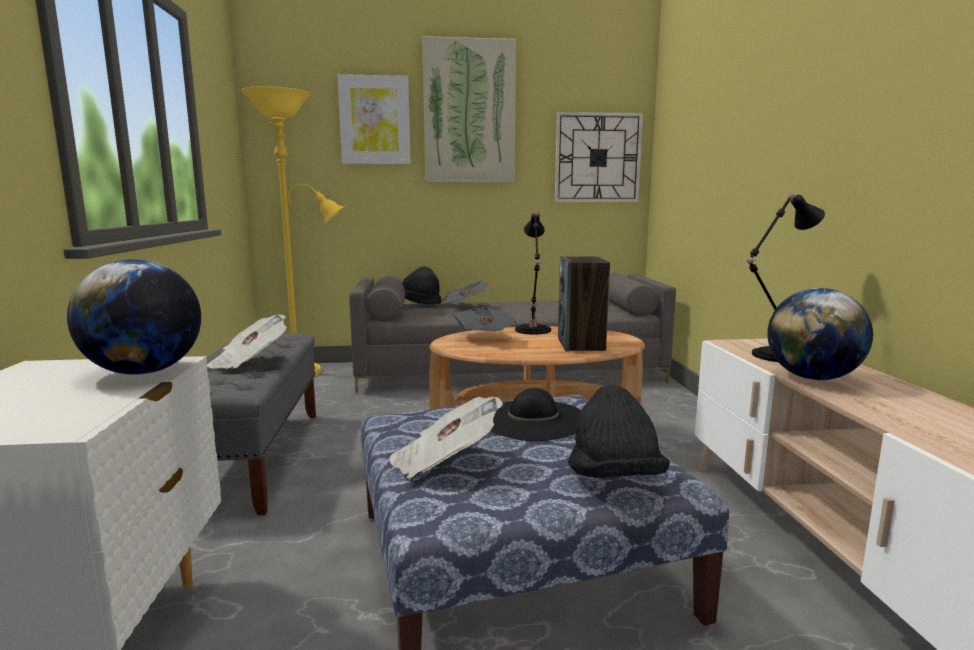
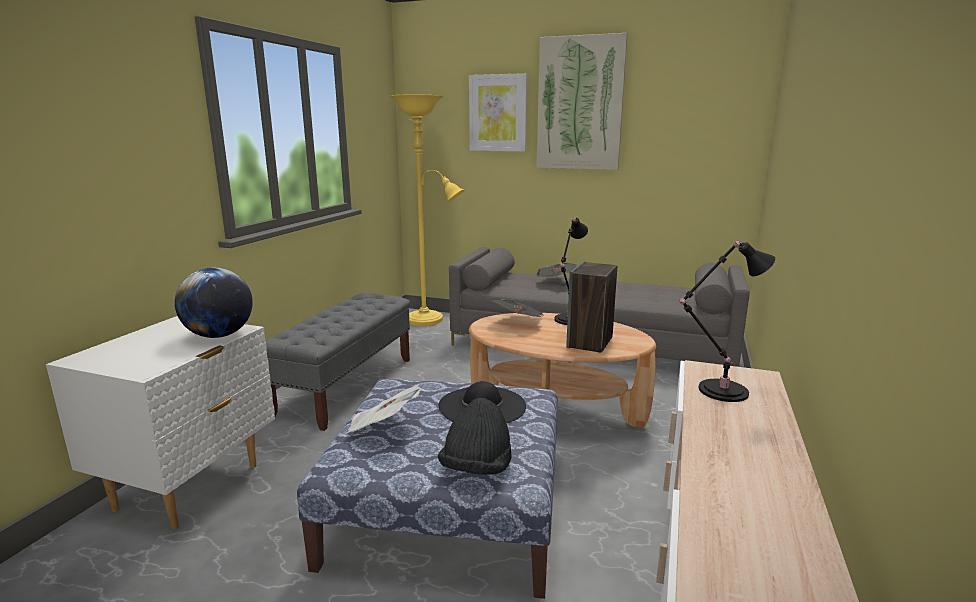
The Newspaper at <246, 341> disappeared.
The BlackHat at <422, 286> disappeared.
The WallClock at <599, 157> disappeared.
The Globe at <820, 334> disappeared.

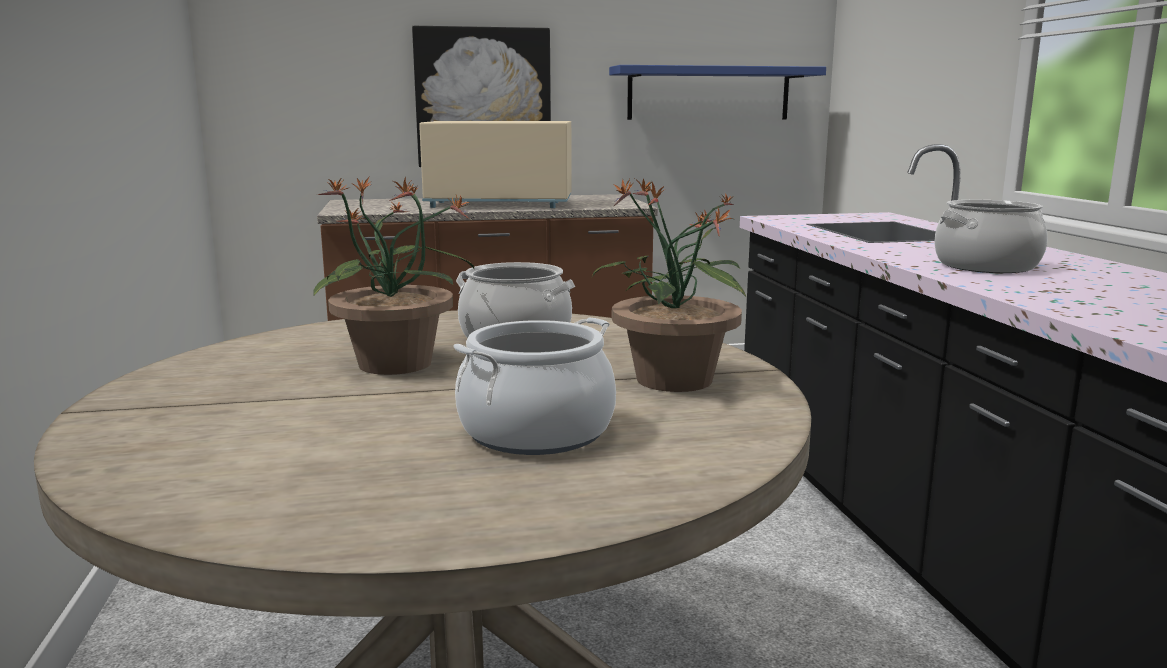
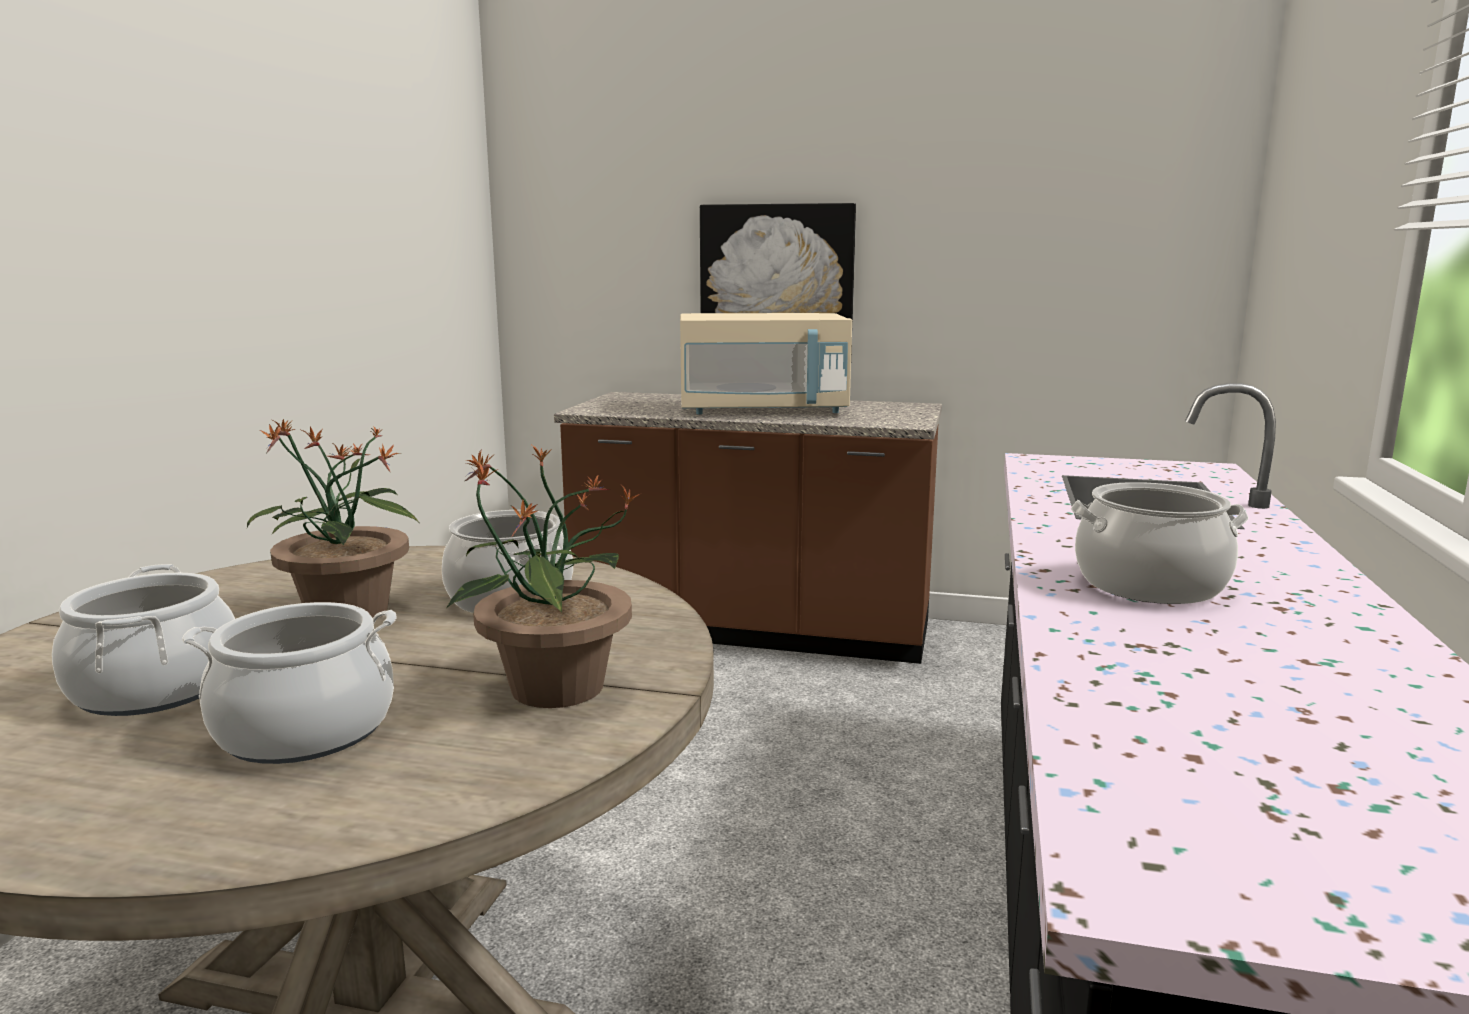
The BeigeMicrowave at <495, 164> turned 150 degrees clockwise.
The BlueShelf at <717, 92> disappeared.
The CookingPot at <143, 640> appeared.

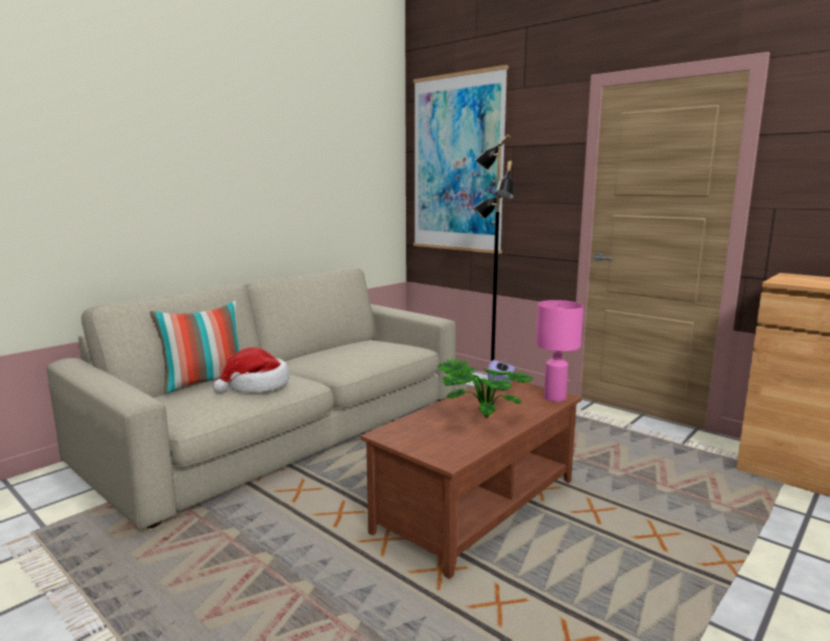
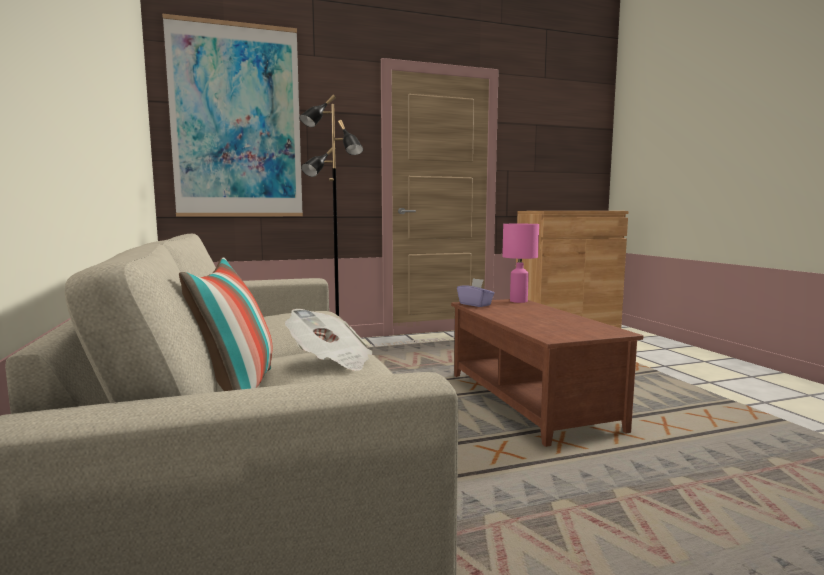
The Hat at <251, 370> was replaced by the Newspaper at <329, 340>.
The PottedPlant at <485, 388> disappeared.

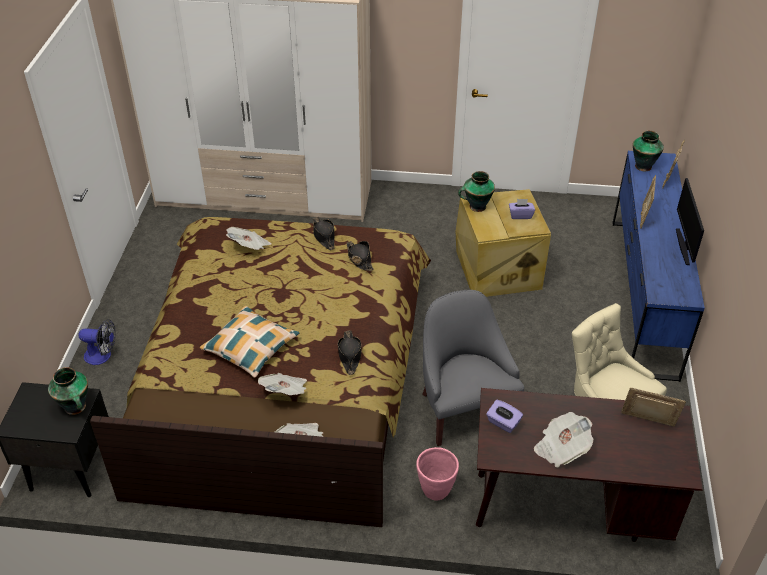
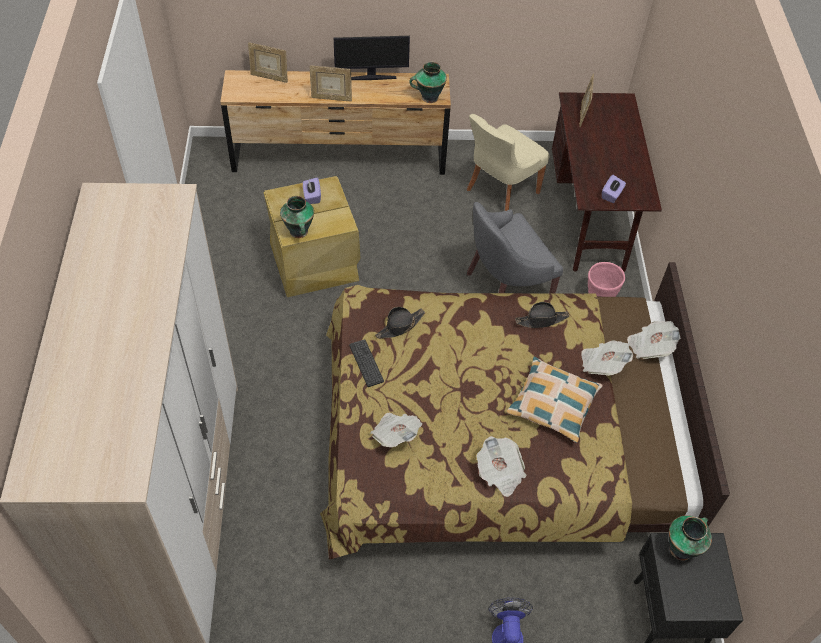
The BlackHat at <324, 233> was replaced by the Keyboard at <366, 363>.
The Newspaper moved from <563, 440> to <501, 466>.
The BlueDresser at <658, 266> became the BrownDresser at <335, 122>.
The Vase moved from <648, 151> to <428, 82>.

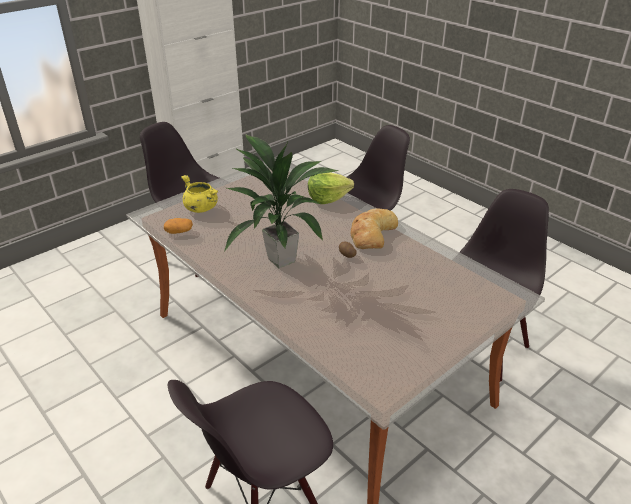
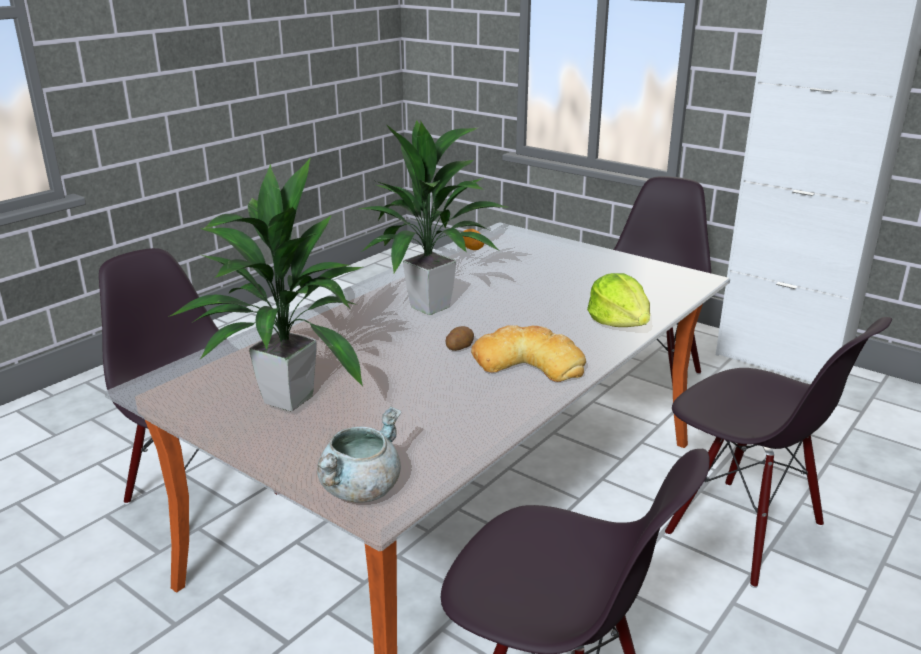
The YellowCookingPot at <200, 194> disappeared.
The PottedPlant at <265, 284> appeared.
The GreyCookingPot at <359, 454> appeared.

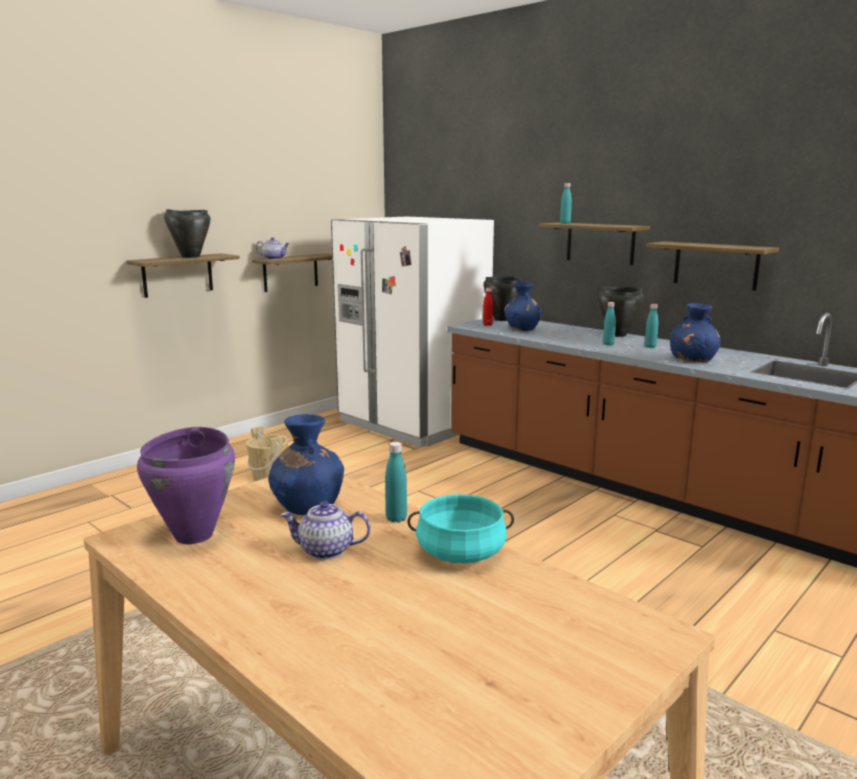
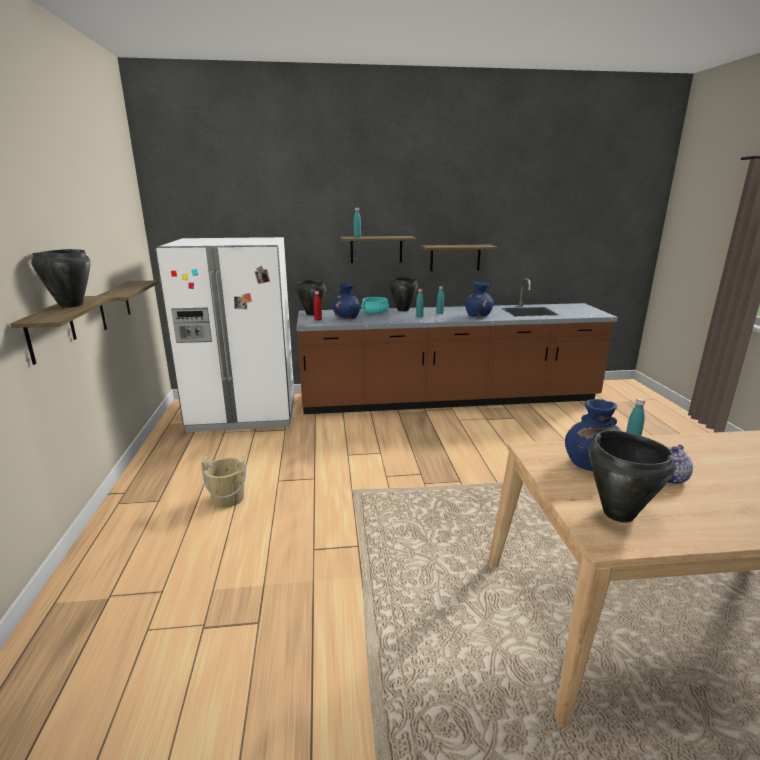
The PurpleCookingPot at <186, 485> became the BlackCookingPot at <632, 476>.
The Teapot at <273, 248> disappeared.
The TurquoiseCookingPot moved from <460, 528> to <375, 305>.

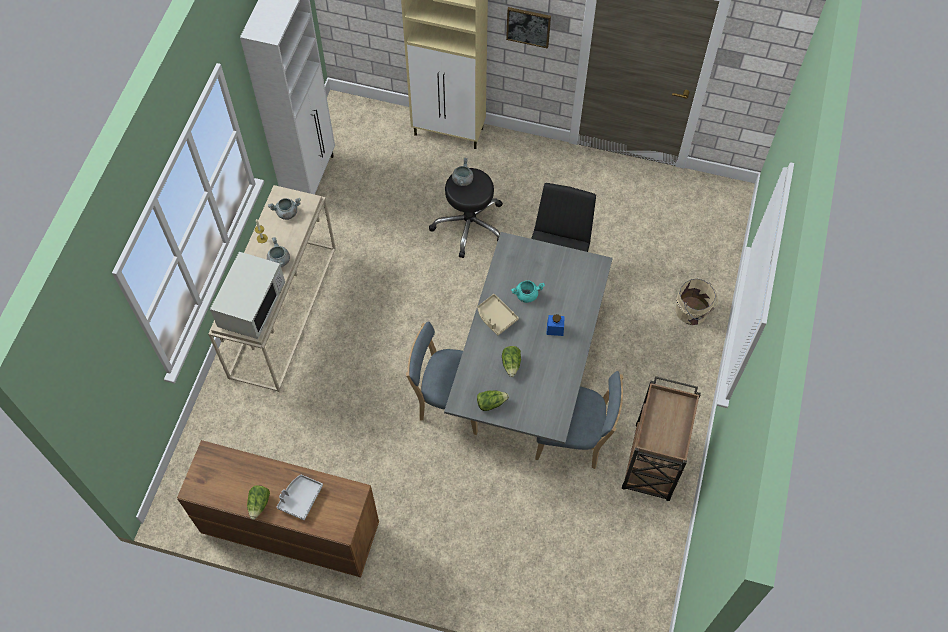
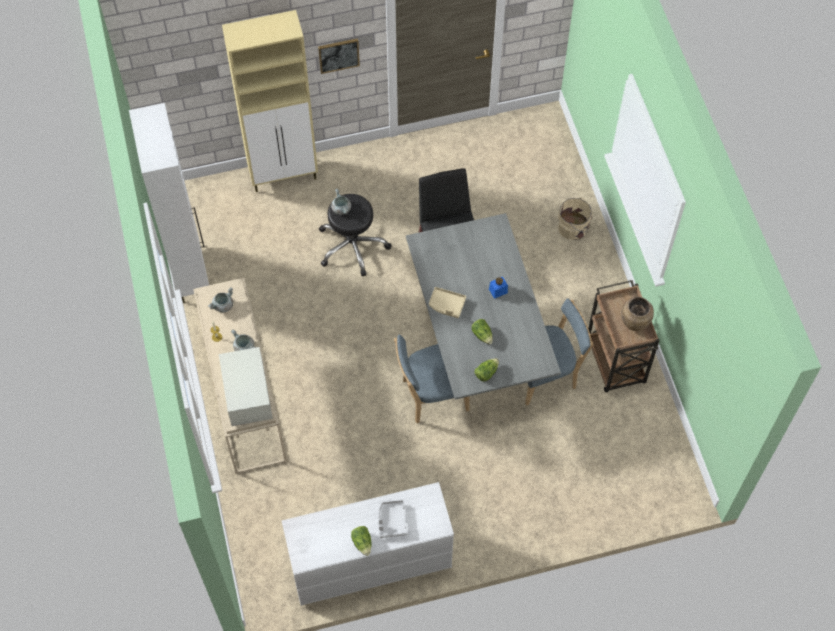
The BrownDresser at <278, 508> became the WhiteDresser at <368, 543>.
The TurquoiseCookingPot at <528, 291> disappeared.
The BrownVase at <637, 314> appeared.

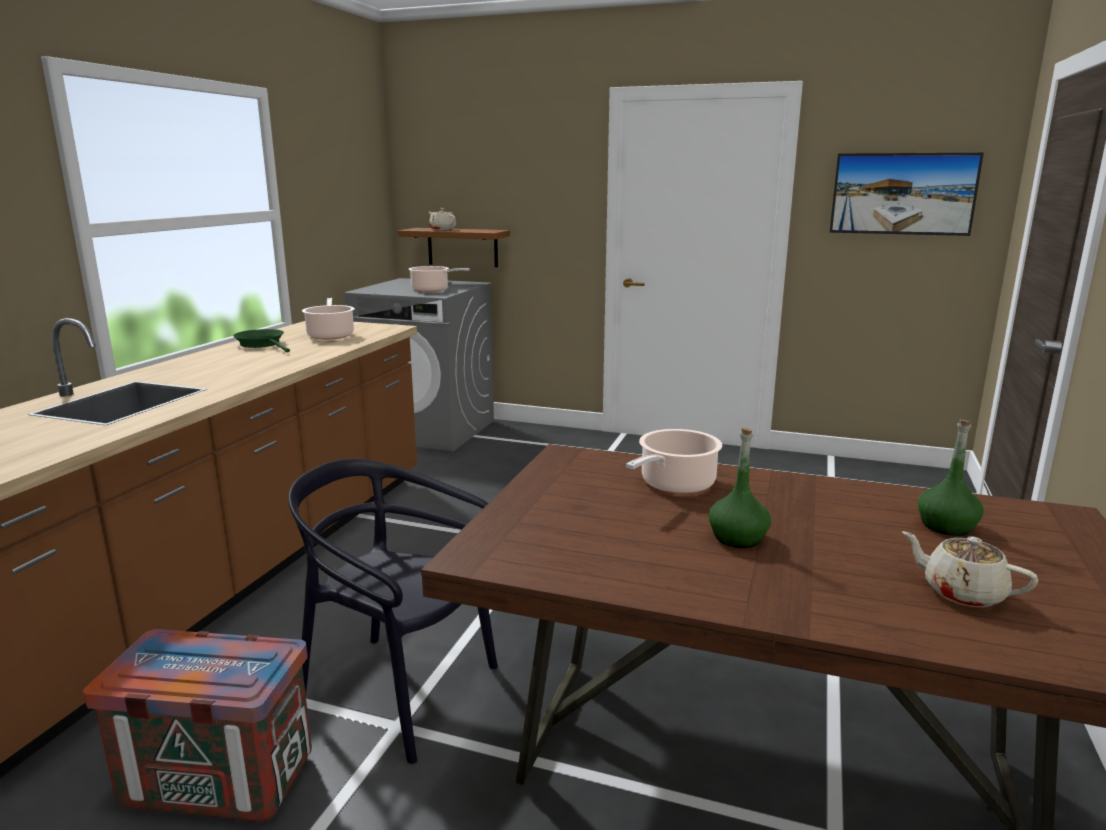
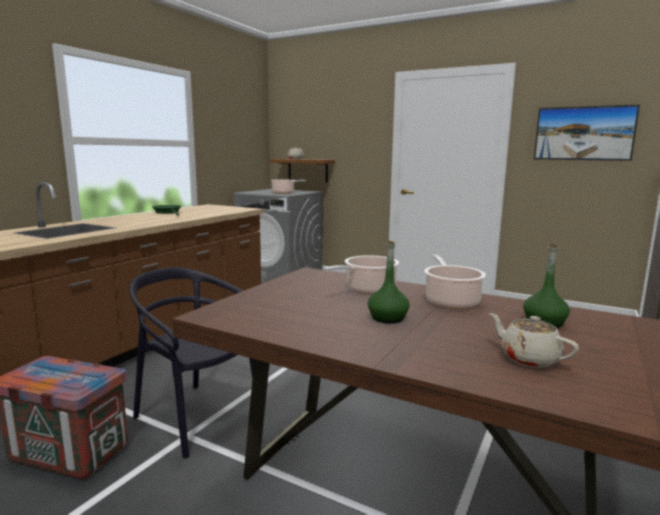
The CookingPot moved from <328, 319> to <455, 282>.

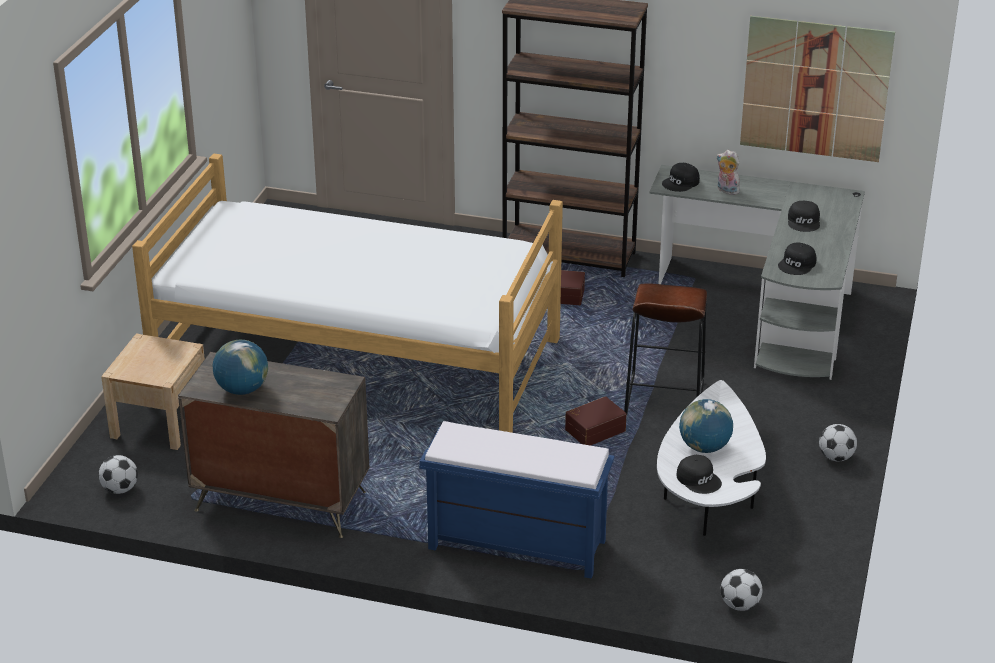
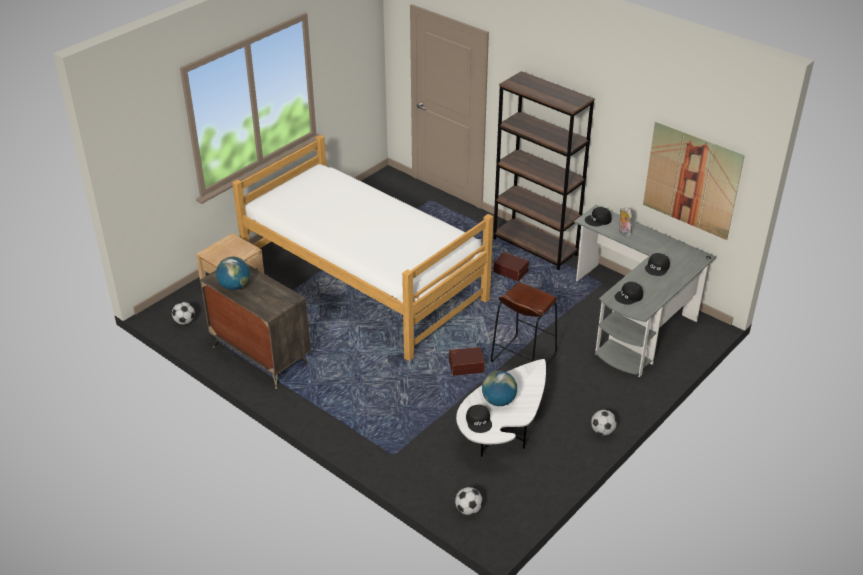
The BlueBench at <516, 500> disappeared.

